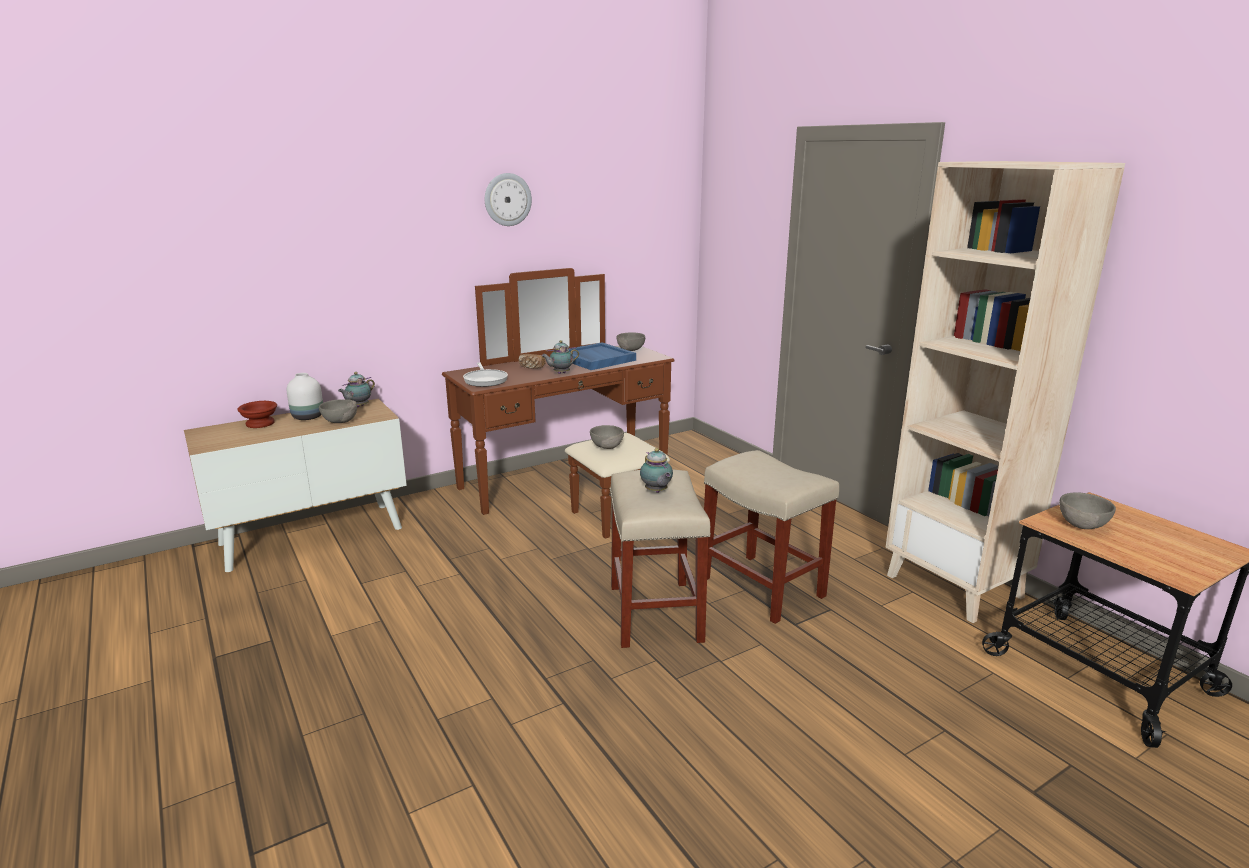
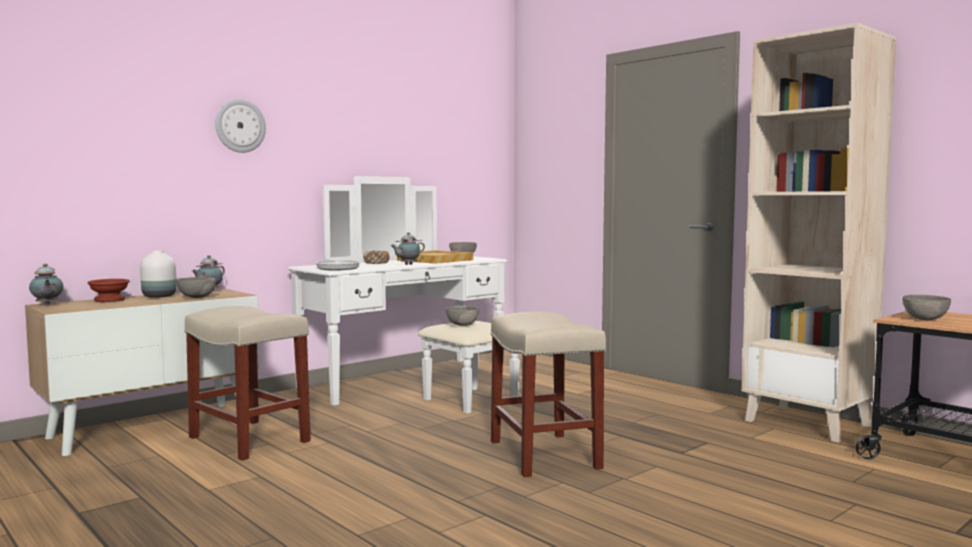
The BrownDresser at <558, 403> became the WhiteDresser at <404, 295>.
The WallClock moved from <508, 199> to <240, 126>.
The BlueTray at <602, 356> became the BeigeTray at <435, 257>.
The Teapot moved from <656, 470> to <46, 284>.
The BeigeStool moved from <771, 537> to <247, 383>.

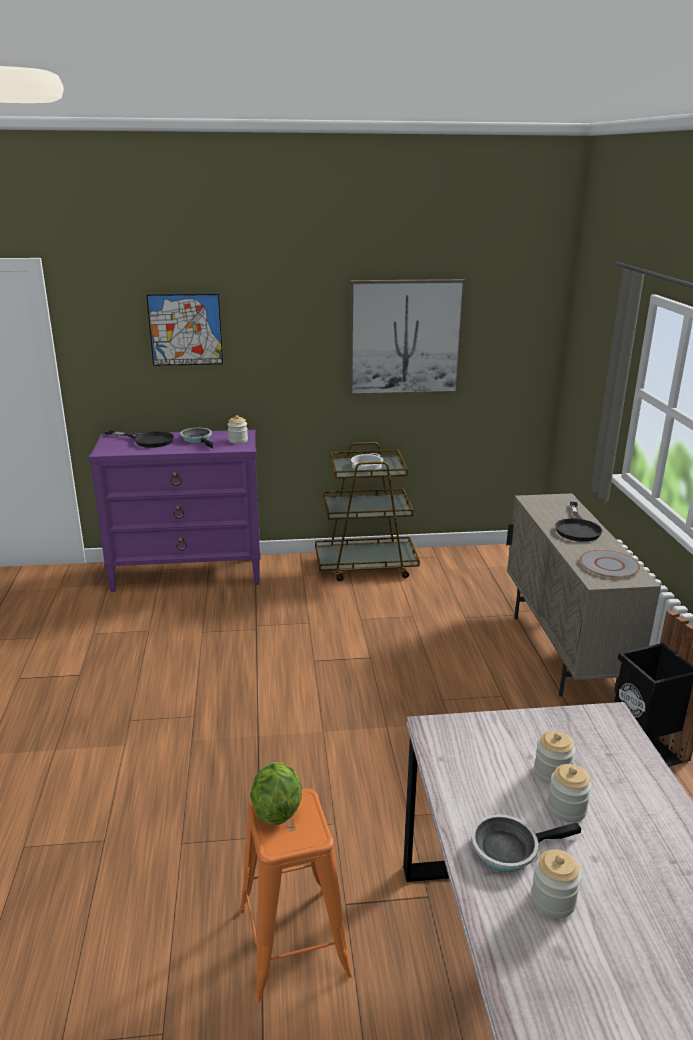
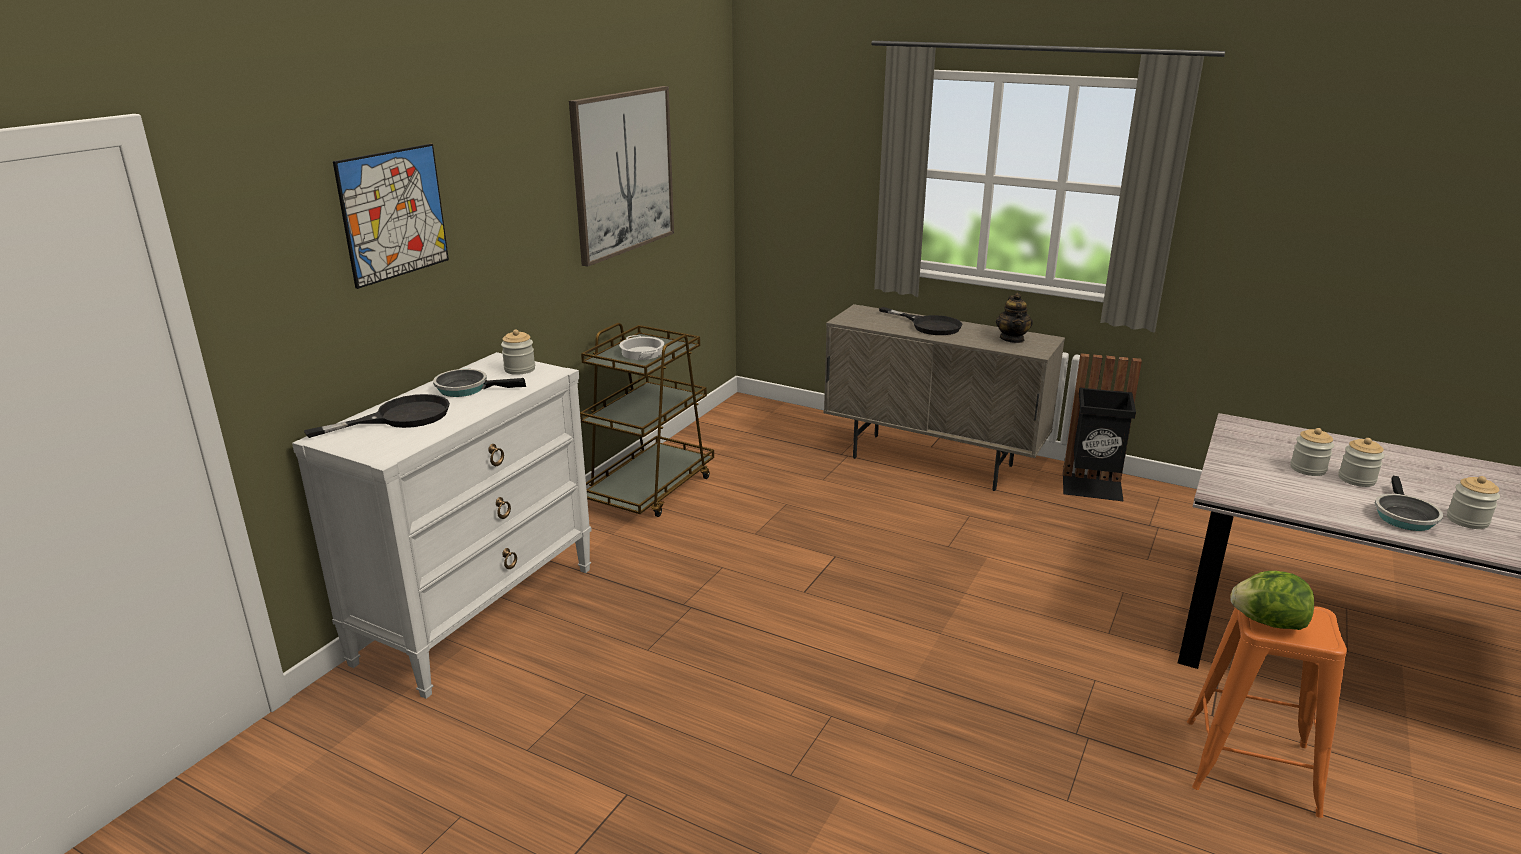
The PurpleDresser at <175, 511> became the WhiteDresser at <442, 525>.
The GreyPlate at <610, 564> was replaced by the Teapot at <1014, 318>.

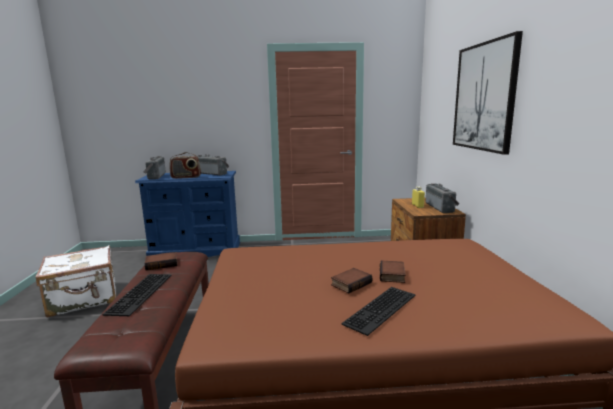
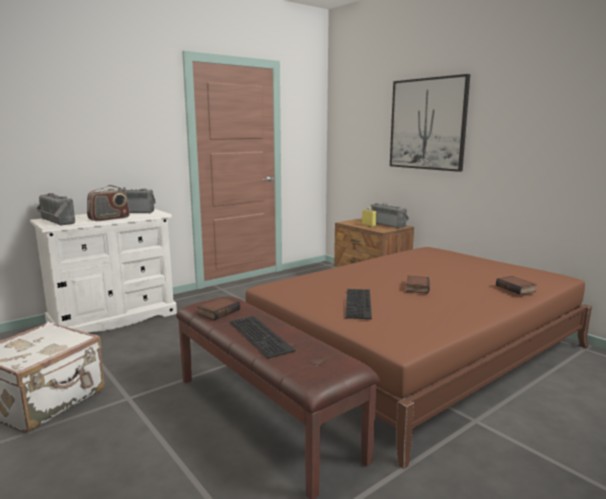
The BlueDresser at <187, 214> became the WhiteDresser at <103, 271>.
The Keyboard moved from <378, 311> to <358, 304>.
The Book moved from <392, 272> to <516, 285>.

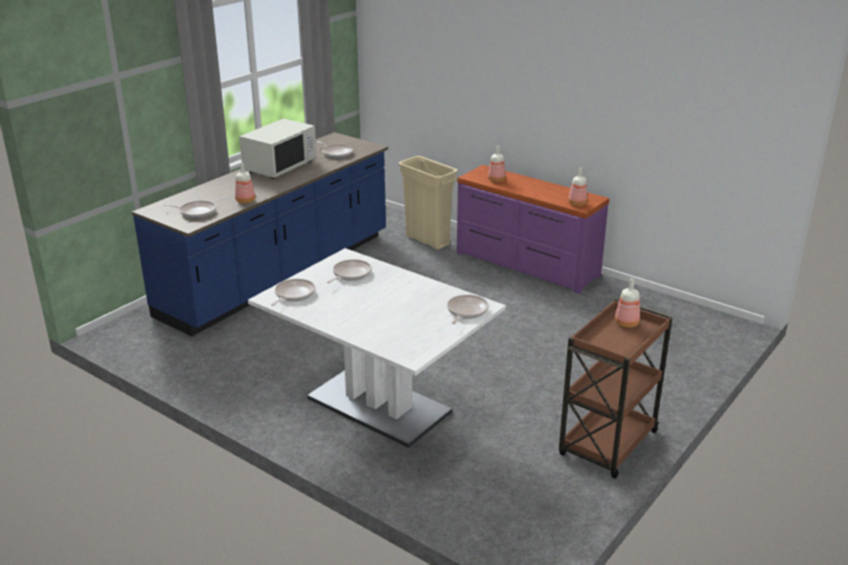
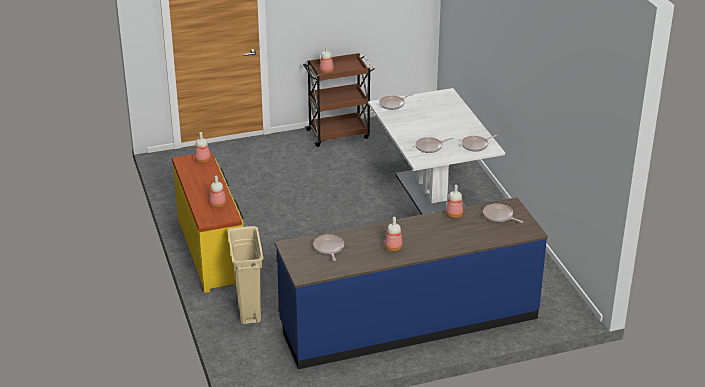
The WhiteMicrowave at <278, 148> was replaced by the Bottle at <394, 234>.
The PurpleDresser at <533, 229> became the YellowDresser at <208, 222>.

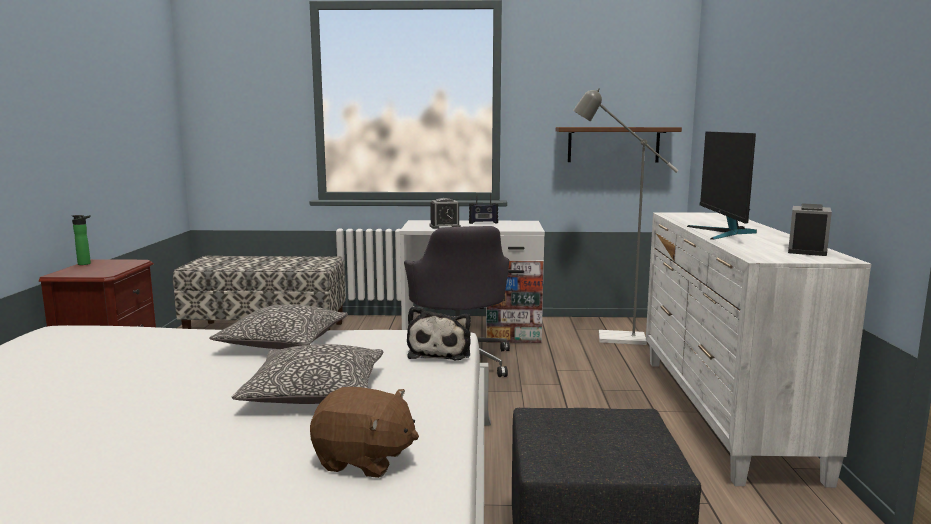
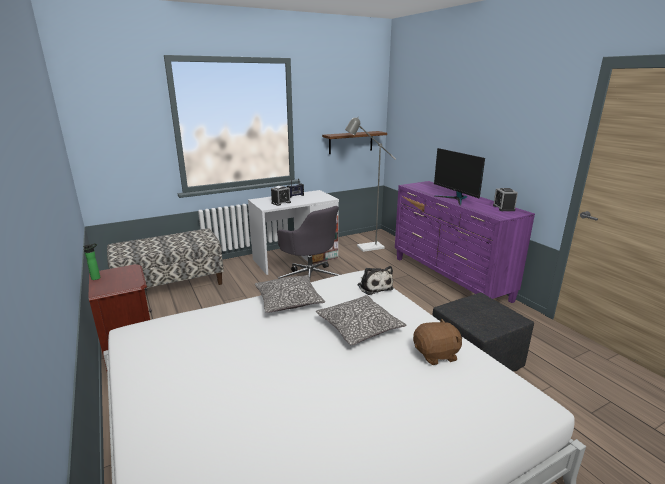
The WhiteDresser at <758, 350> became the PurpleDresser at <465, 242>.

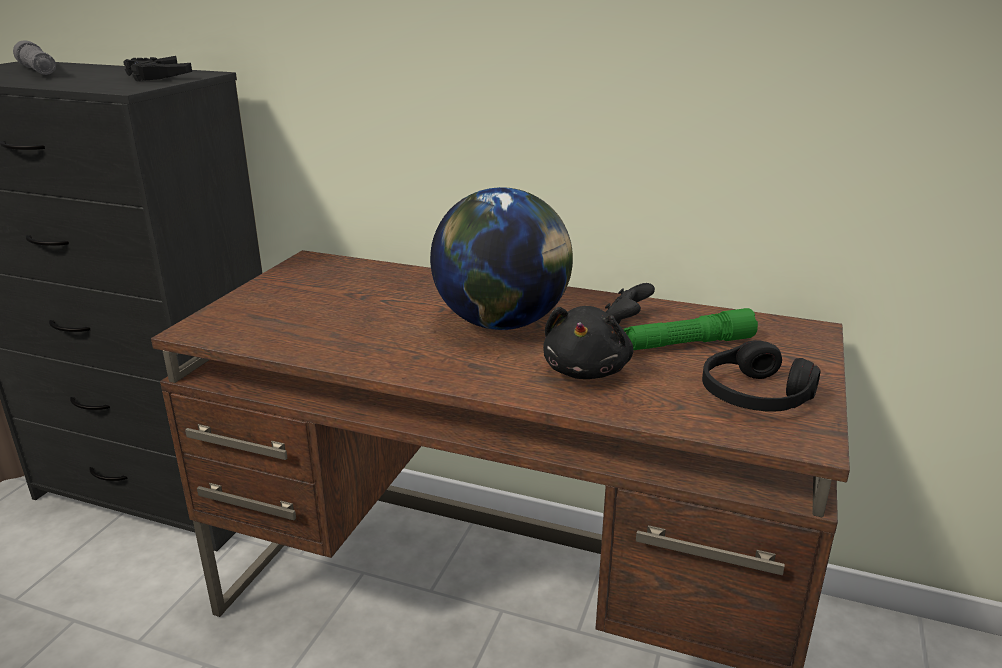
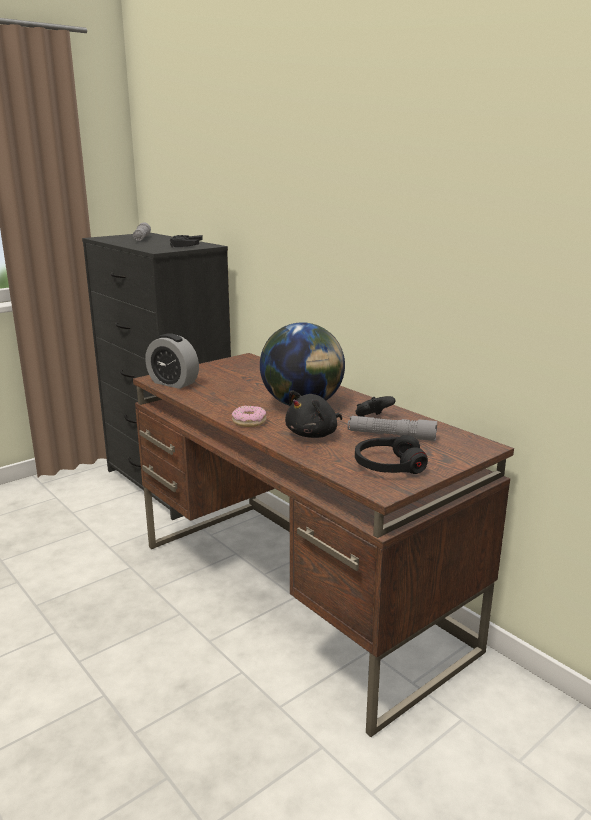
The GreenFlashlight at <691, 329> became the GreyFlashlight at <392, 428>.
The AlarmClock at <172, 361> appeared.
The Donut at <249, 416> appeared.

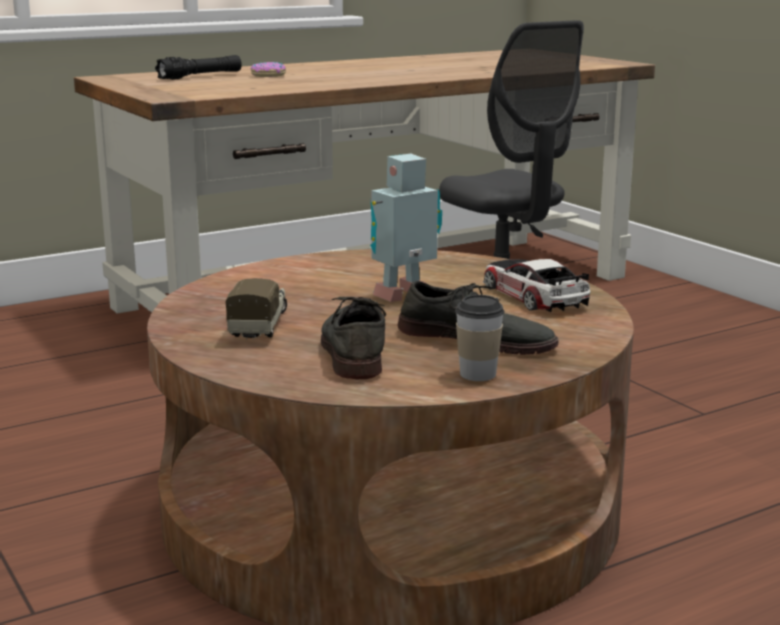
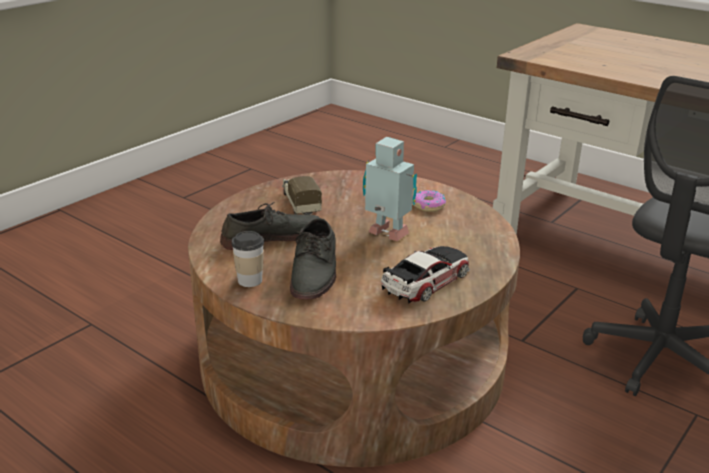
The BlackFlashlight at <198, 67> disappeared.
The ToyTruck at <256, 309> turned 90 degrees counterclockwise.
The Donut moved from <268, 69> to <429, 201>.

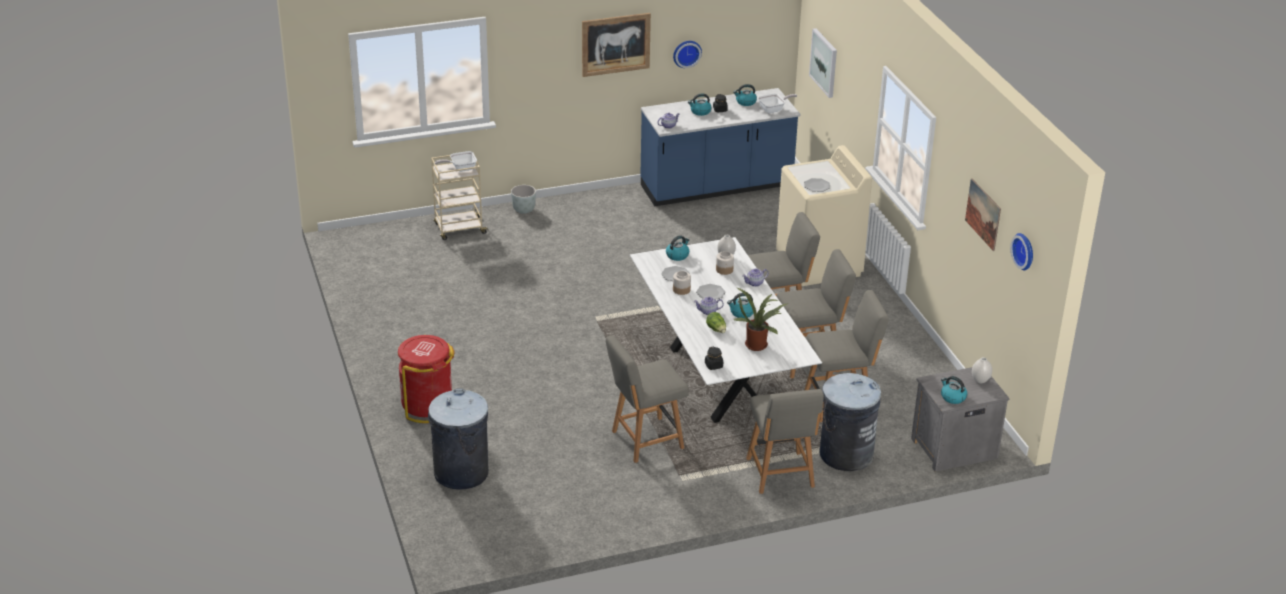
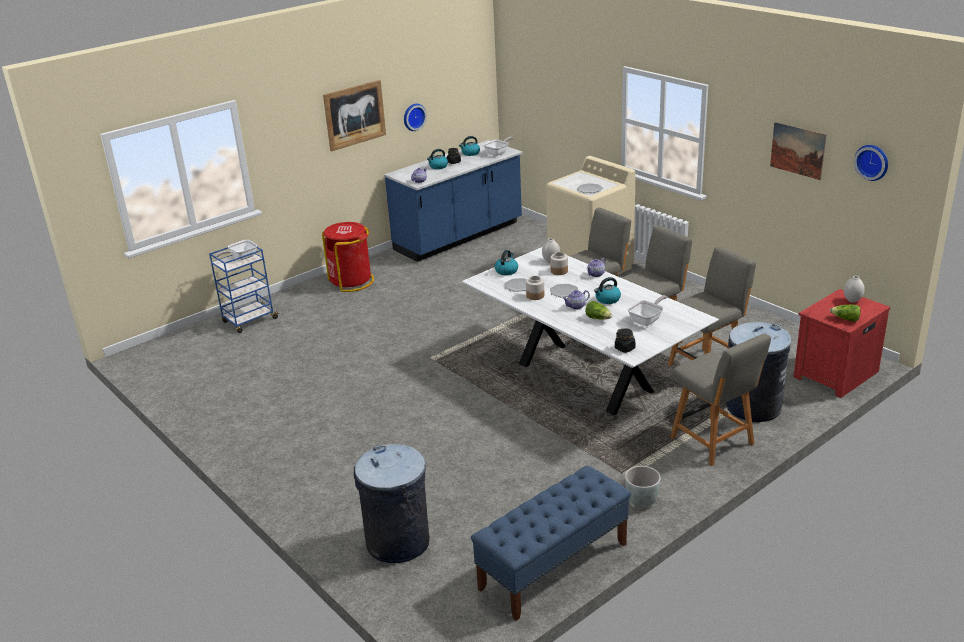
The RedTrashCan moved from <426, 379> to <348, 257>.
The BeigeCart at <459, 197> became the BlueCart at <244, 290>.
The GreyPlanter moved from <523, 199> to <643, 486>.
The GreyChair at <647, 399> disappeared.
The PottedPlant at <761, 319> was replaced by the FryingPan at <647, 310>.
The Picture at <823, 63> disappeared.
The GreyNightstand at <960, 419> became the RedNightstand at <842, 343>.
The Kettle at <954, 390> was replaced by the Lettuce at <845, 313>.
The BlueBench at <551, 543> appeared.

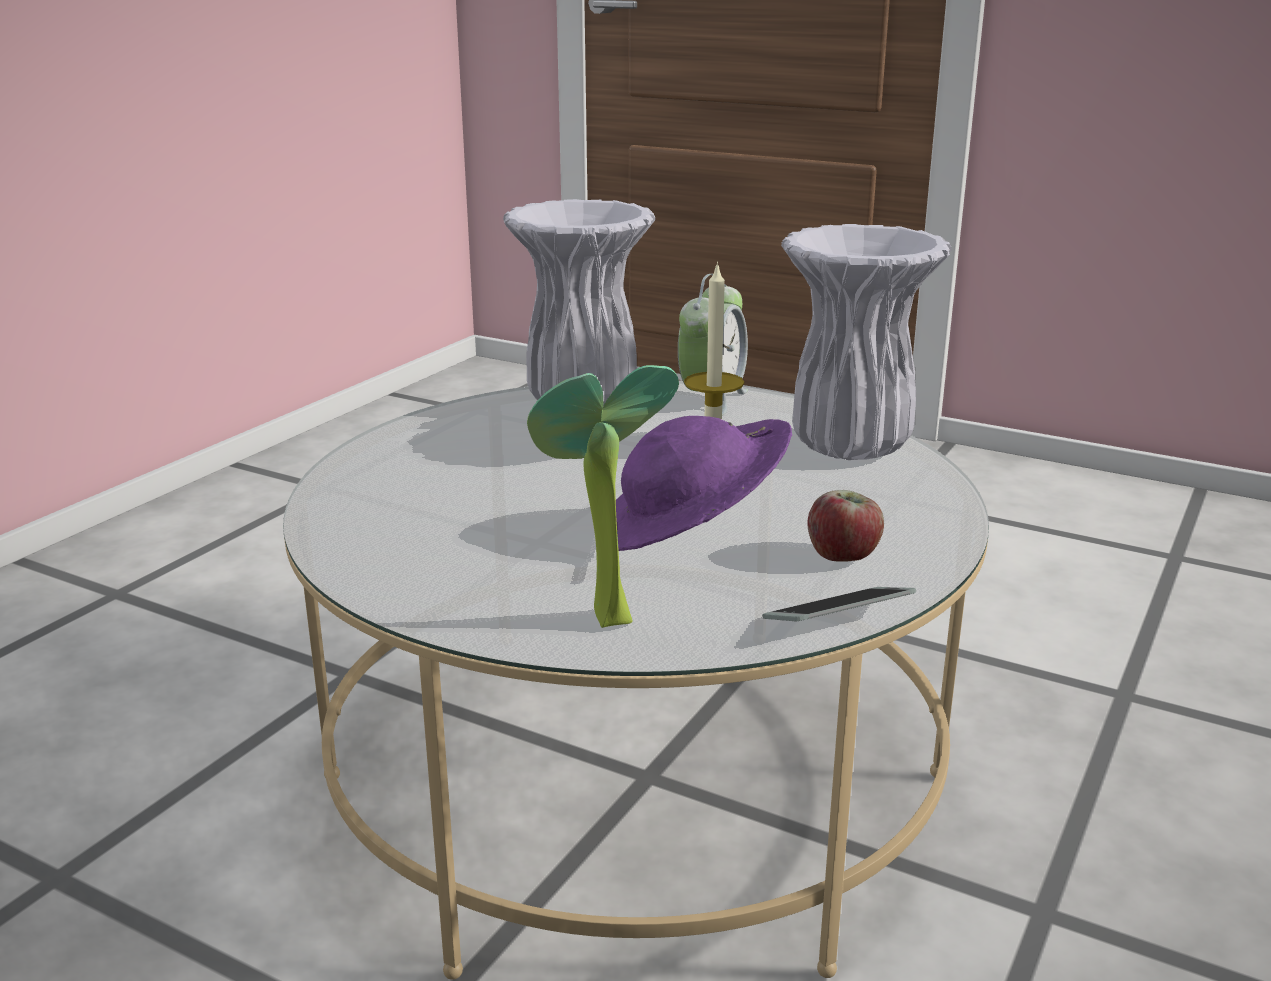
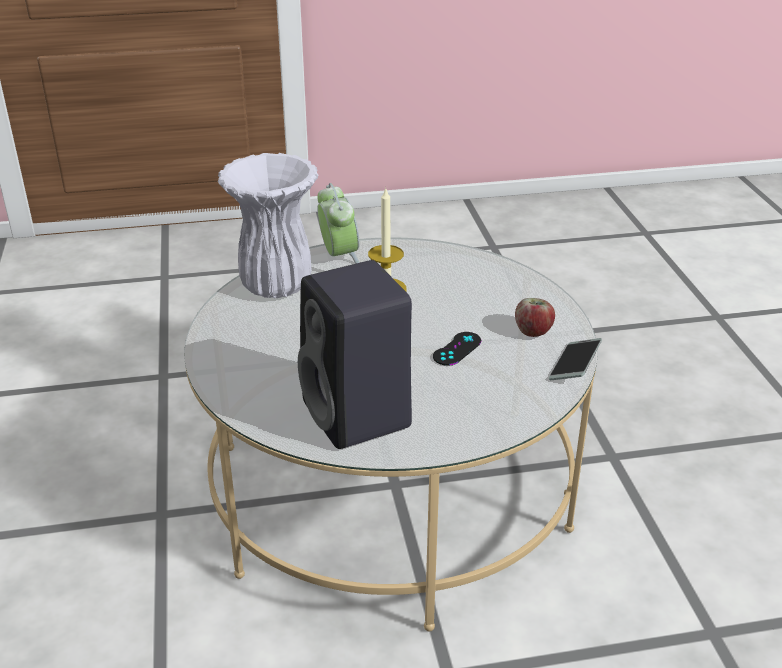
The PottedPlant at <603, 496> disappeared.
The PurpleHat at <704, 483> was replaced by the BlackGameController at <457, 349>.
The WhiteVase at <866, 342> disappeared.
The BlackSpeaker at <355, 354> appeared.

